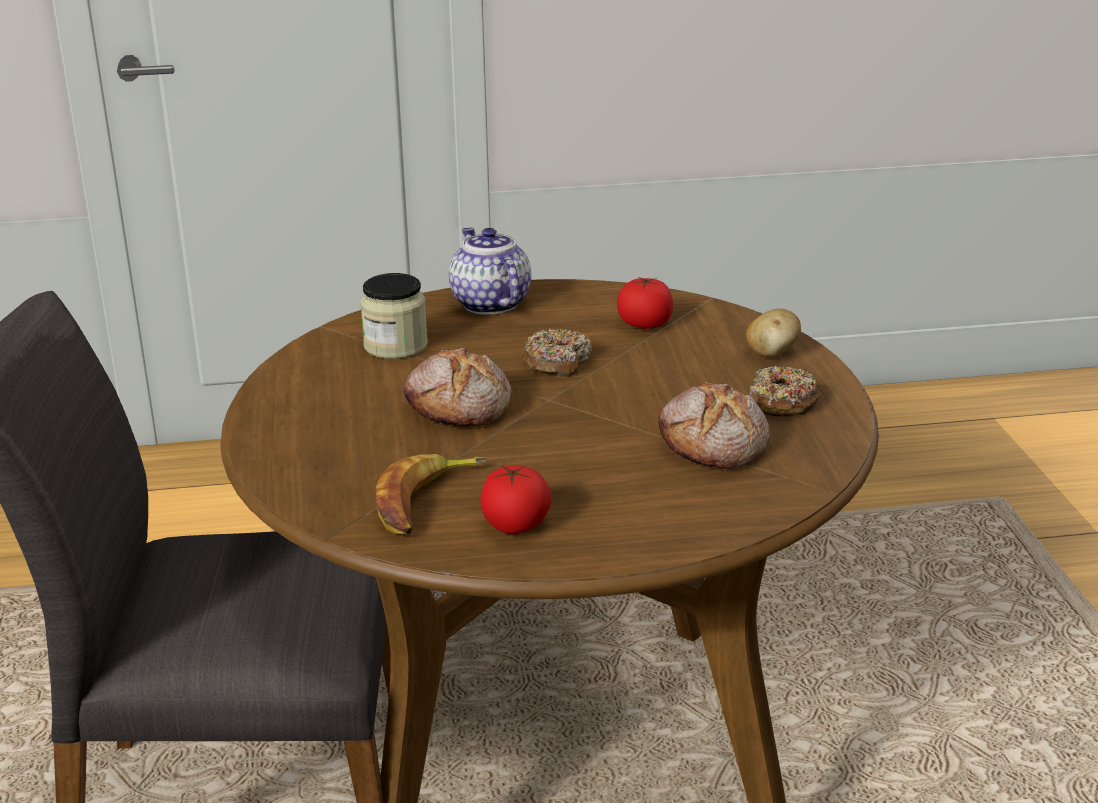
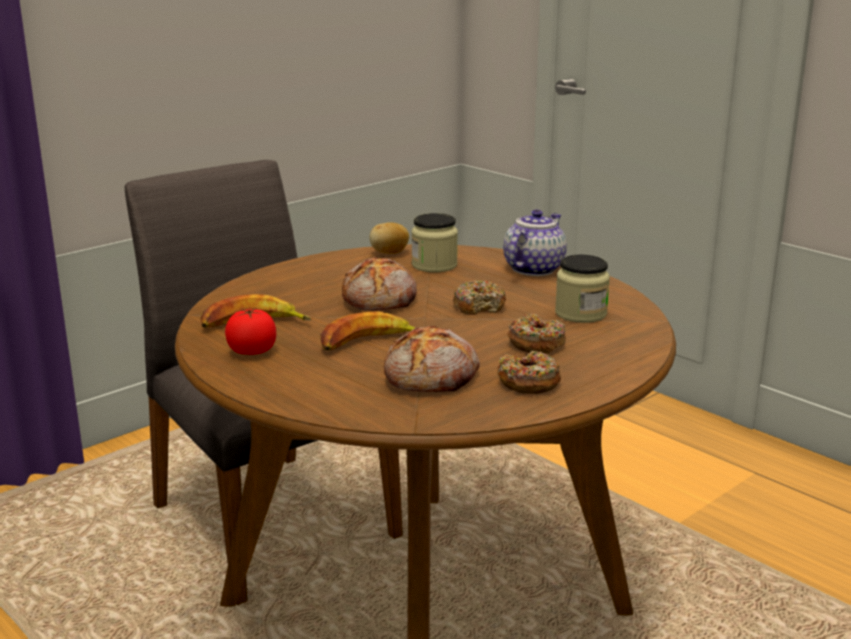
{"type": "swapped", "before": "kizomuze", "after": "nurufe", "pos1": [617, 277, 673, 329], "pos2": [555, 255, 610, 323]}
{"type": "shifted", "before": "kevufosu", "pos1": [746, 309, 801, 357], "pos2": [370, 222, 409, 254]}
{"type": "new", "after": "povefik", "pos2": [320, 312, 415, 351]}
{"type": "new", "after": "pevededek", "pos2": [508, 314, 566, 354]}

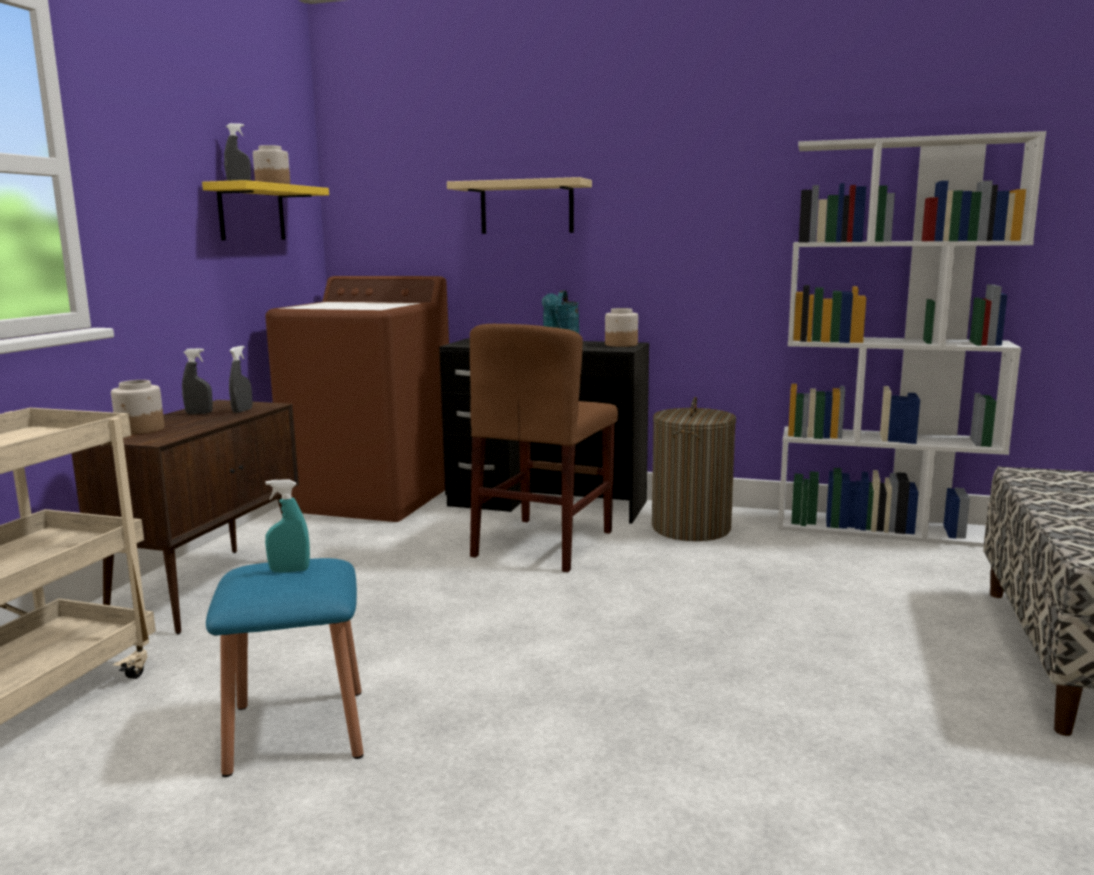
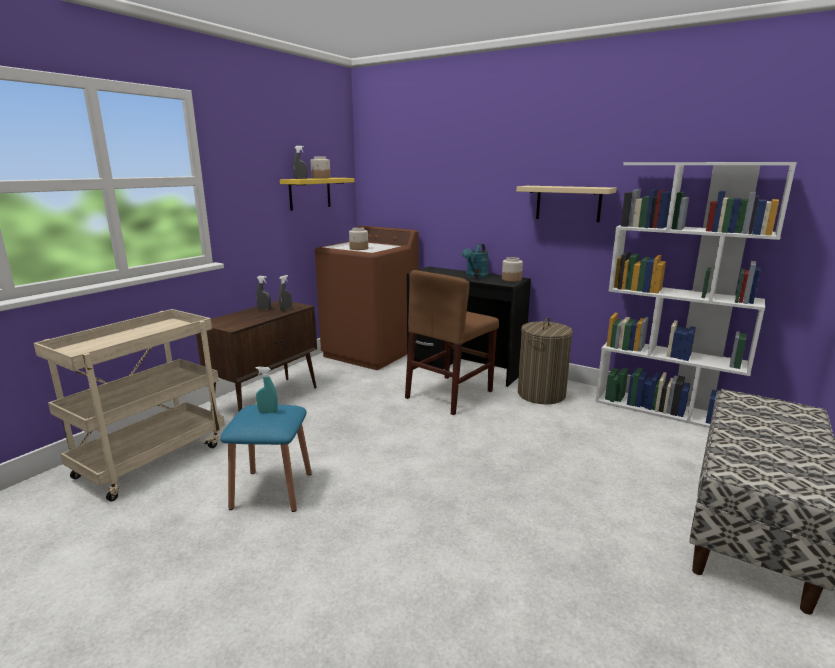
{"type": "shifted", "before": "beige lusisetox", "pos1": [447, 177, 592, 234], "pos2": [516, 186, 617, 222]}
{"type": "shifted", "before": "nurufe", "pos1": [111, 380, 164, 435], "pos2": [349, 227, 368, 250]}

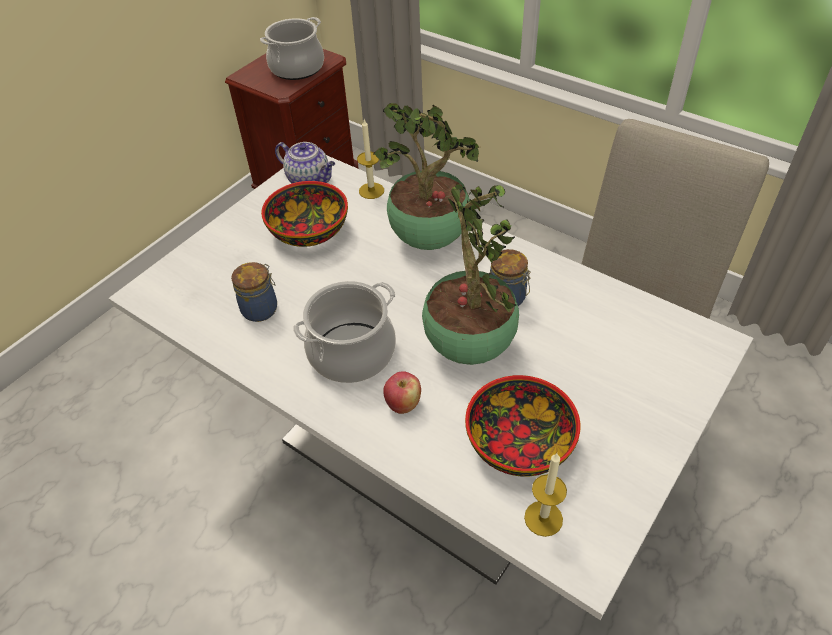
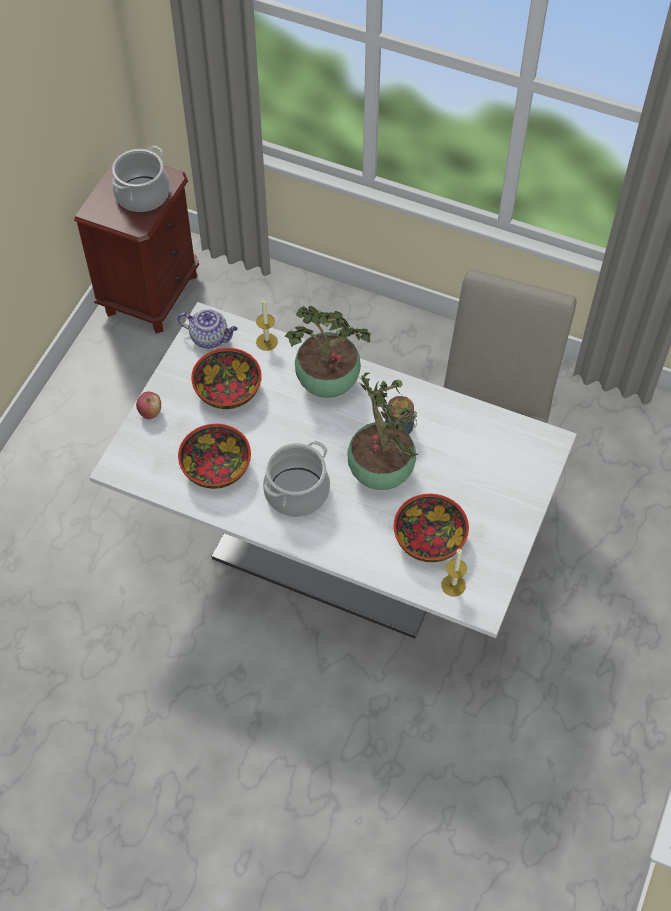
{"type": "swapped", "before": "nurufe", "after": "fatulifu", "pos1": [231, 262, 277, 322], "pos2": [178, 424, 251, 489]}
{"type": "shifted", "before": "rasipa", "pos1": [383, 371, 421, 414], "pos2": [136, 392, 161, 419]}

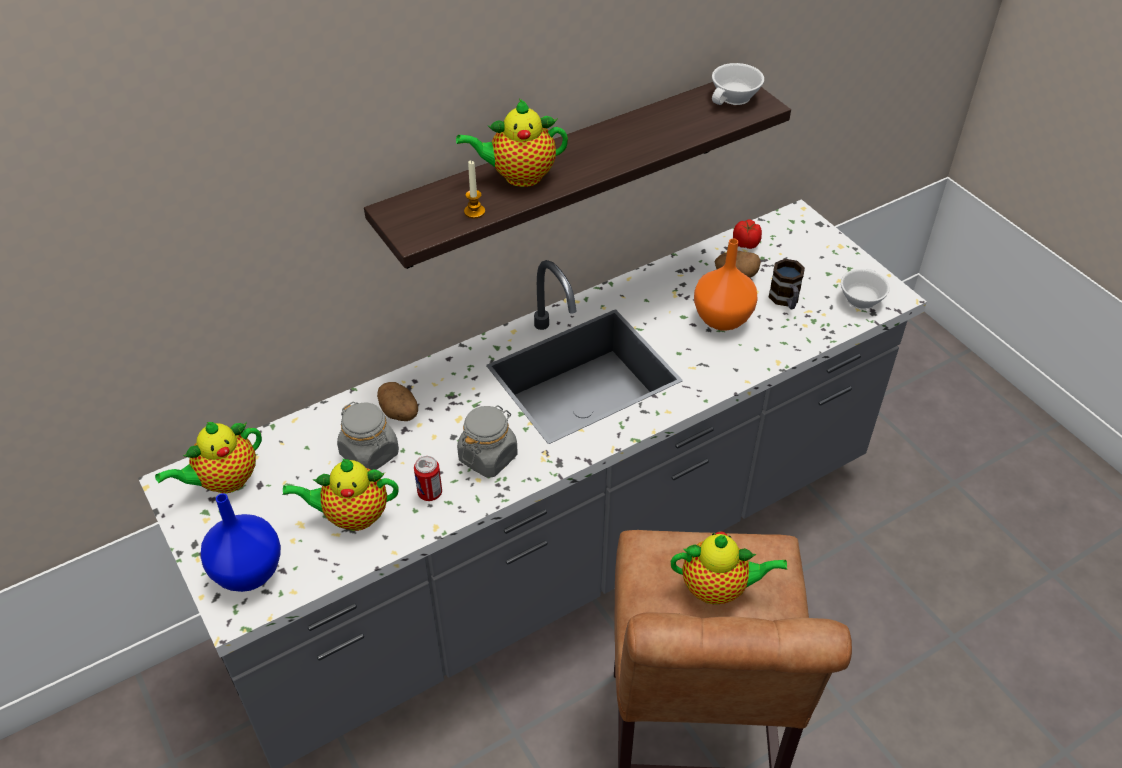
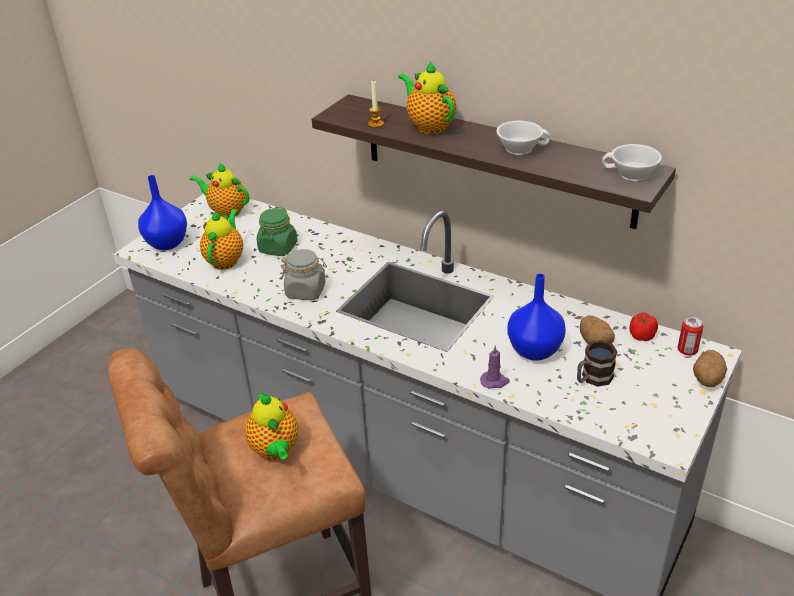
{"type": "repainted", "before": "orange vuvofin", "after": "blue vuvofin", "pos1": [694, 238, 758, 331], "pos2": [507, 274, 566, 361]}
{"type": "shifted", "before": "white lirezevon", "pos1": [841, 269, 890, 310], "pos2": [496, 121, 550, 155]}
{"type": "shifted", "before": "kevufosu", "pos1": [377, 382, 418, 421], "pos2": [693, 350, 727, 387]}
{"type": "repainted", "before": "grey nurufe", "after": "green nurufe", "pos1": [337, 402, 399, 470], "pos2": [257, 207, 298, 256]}
{"type": "shifted", "before": "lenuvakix", "pos1": [414, 456, 442, 501], "pos2": [677, 317, 703, 356]}
{"type": "rotated", "before": "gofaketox", "pos1": [283, 459, 398, 531], "pos2": [200, 209, 243, 270], "turn": 45}
{"type": "new", "after": "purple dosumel", "pos2": [480, 345, 510, 389]}

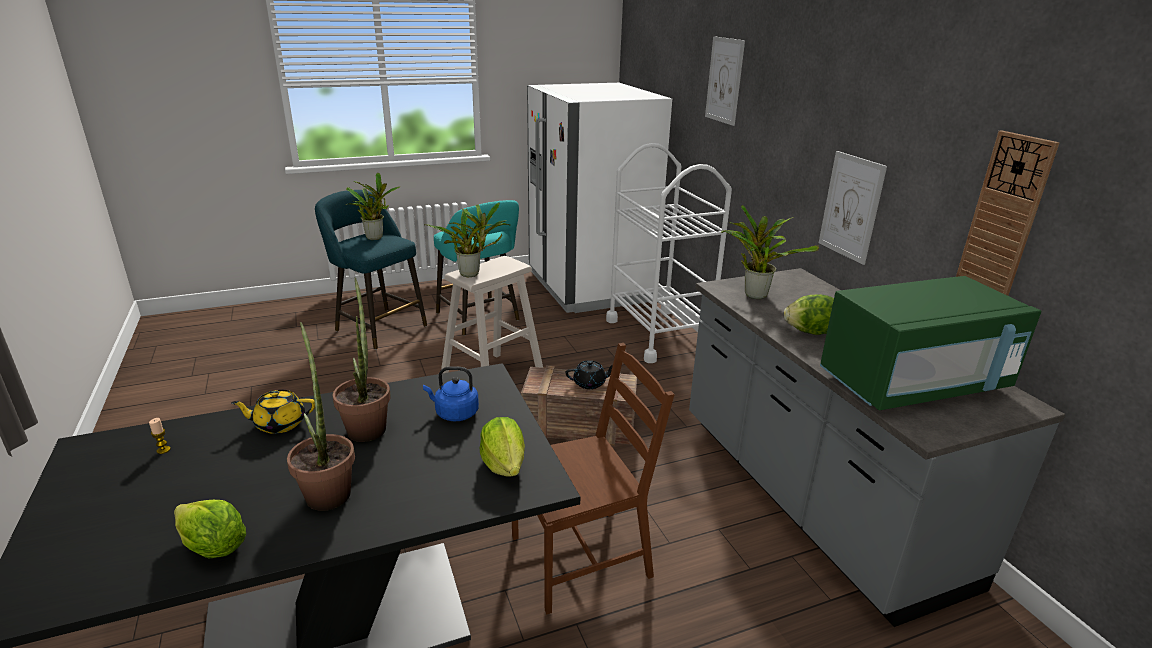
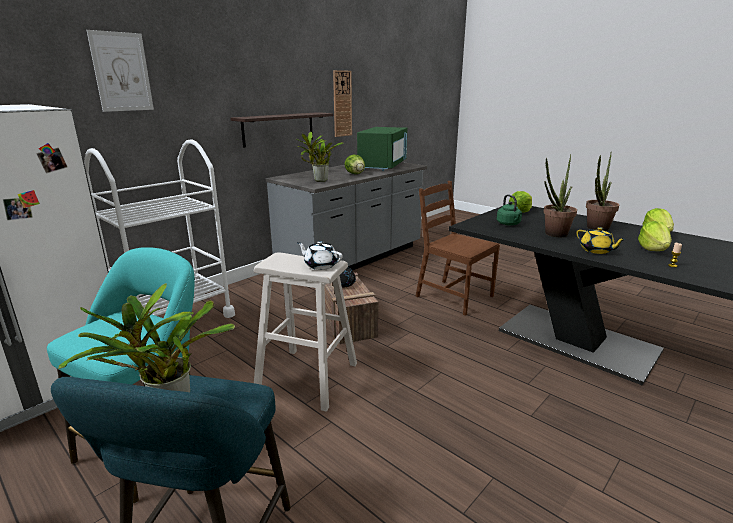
{"type": "swapped", "before": "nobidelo", "after": "lusisetox", "pos1": [819, 151, 887, 265], "pos2": [231, 112, 333, 148]}
{"type": "swapped", "before": "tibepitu", "after": "white gofaketox", "pos1": [428, 203, 510, 277], "pos2": [297, 241, 343, 270]}
{"type": "rotated", "before": "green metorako", "pos1": [820, 276, 1042, 411], "pos2": [357, 127, 407, 171], "turn": 60}
{"type": "repainted", "before": "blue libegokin", "after": "green libegokin", "pos1": [423, 366, 479, 421], "pos2": [497, 194, 522, 225]}
{"type": "new", "after": "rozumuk", "pos2": [638, 221, 672, 251]}

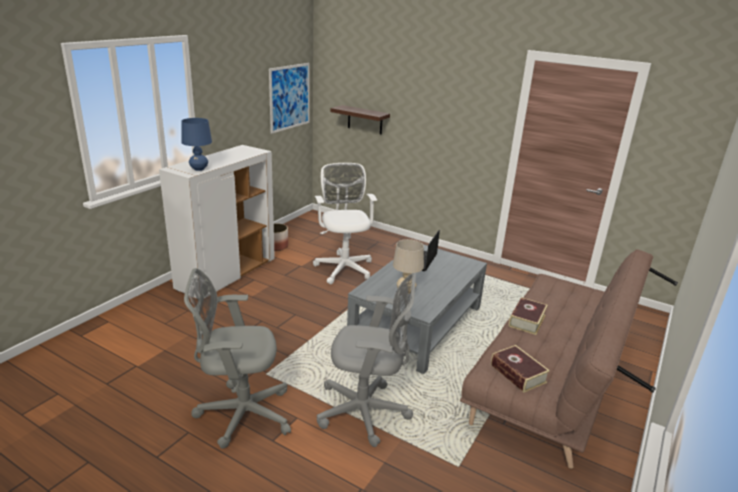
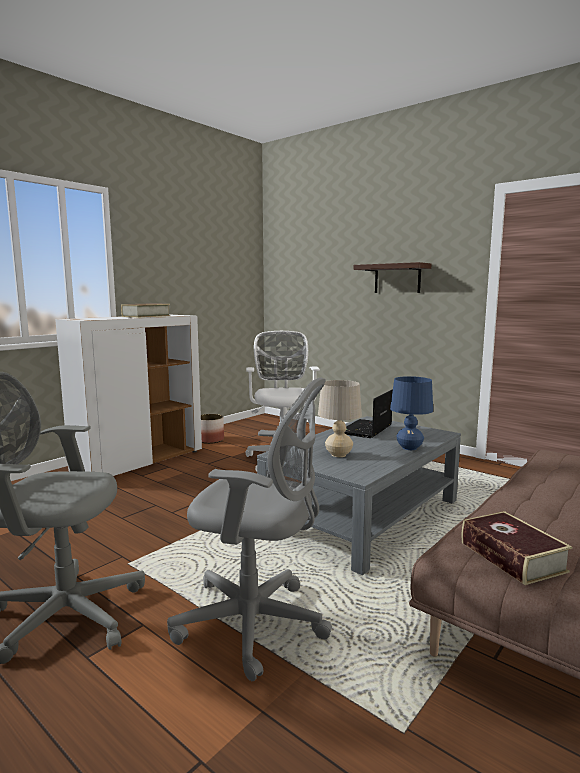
{"type": "gone", "before": "nobidelo", "pos1": [269, 63, 310, 134]}
{"type": "shifted", "before": "lusisetox", "pos1": [330, 105, 390, 134], "pos2": [354, 262, 432, 293]}
{"type": "shifted", "before": "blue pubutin", "pos1": [181, 118, 212, 171], "pos2": [390, 376, 433, 450]}
{"type": "shifted", "before": "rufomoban", "pos1": [509, 297, 548, 335], "pos2": [121, 303, 170, 318]}

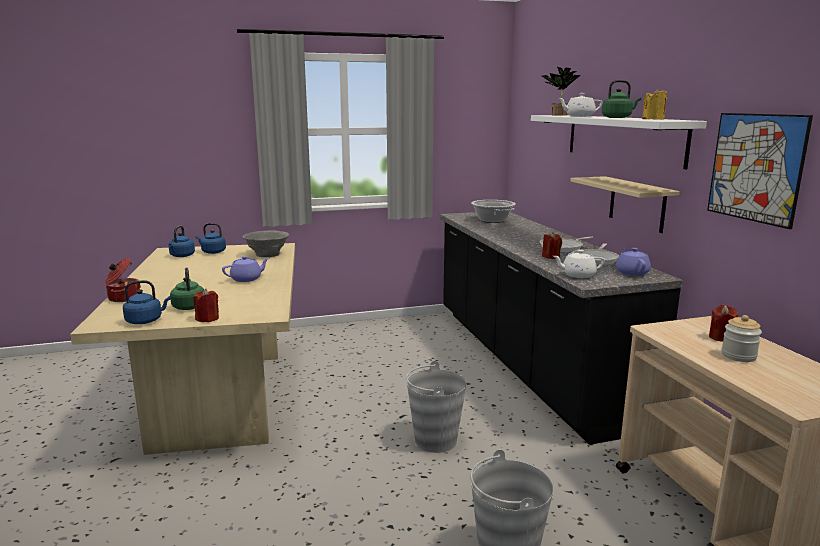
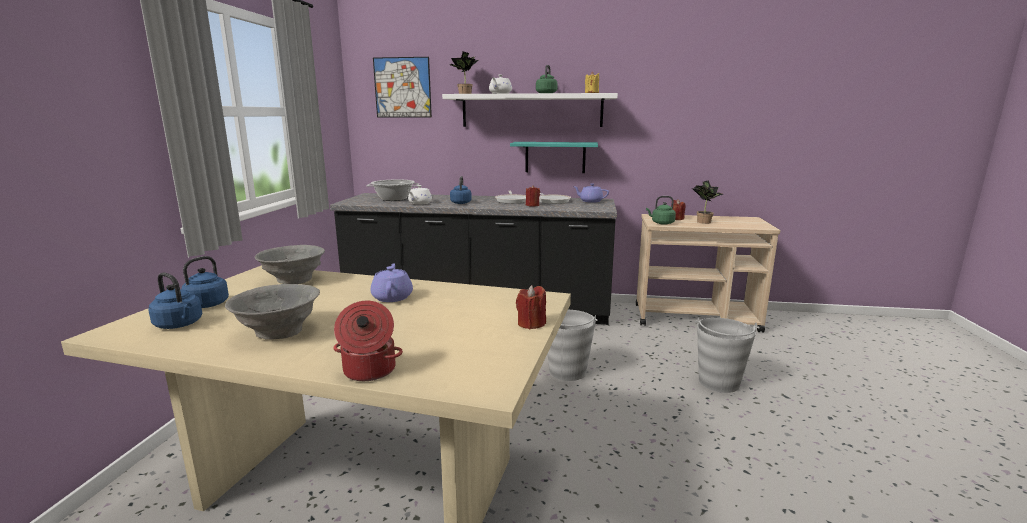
{"type": "shifted", "before": "nobidelo", "pos1": [707, 113, 813, 229], "pos2": [373, 57, 432, 118]}
{"type": "repainted", "before": "beige lusisetox", "after": "turquoise lusisetox", "pos1": [570, 176, 680, 233], "pos2": [510, 142, 598, 173]}
{"type": "shifted", "before": "white gofaketox", "pos1": [553, 250, 605, 278], "pos2": [408, 185, 432, 205]}
{"type": "shifted", "before": "green libegokin", "pos1": [170, 268, 204, 310], "pos2": [646, 196, 676, 225]}
{"type": "shifted", "before": "blue libegokin", "pos1": [123, 280, 171, 324], "pos2": [450, 176, 472, 204]}
{"type": "swapped", "before": "nurufe", "after": "tibepitu", "pos1": [721, 315, 762, 362], "pos2": [692, 180, 723, 224]}
{"type": "new", "after": "grey fatulifu", "pos2": [225, 284, 320, 340]}

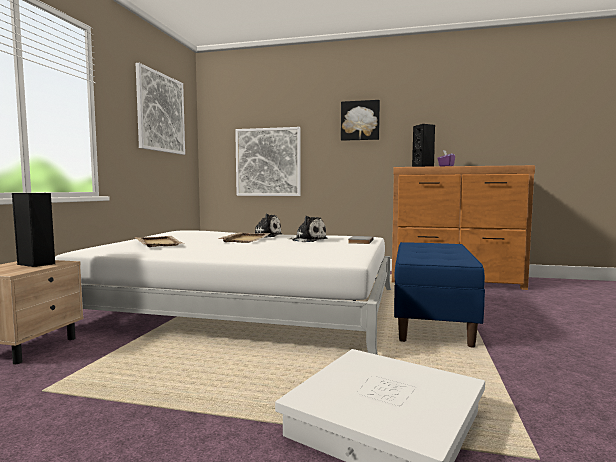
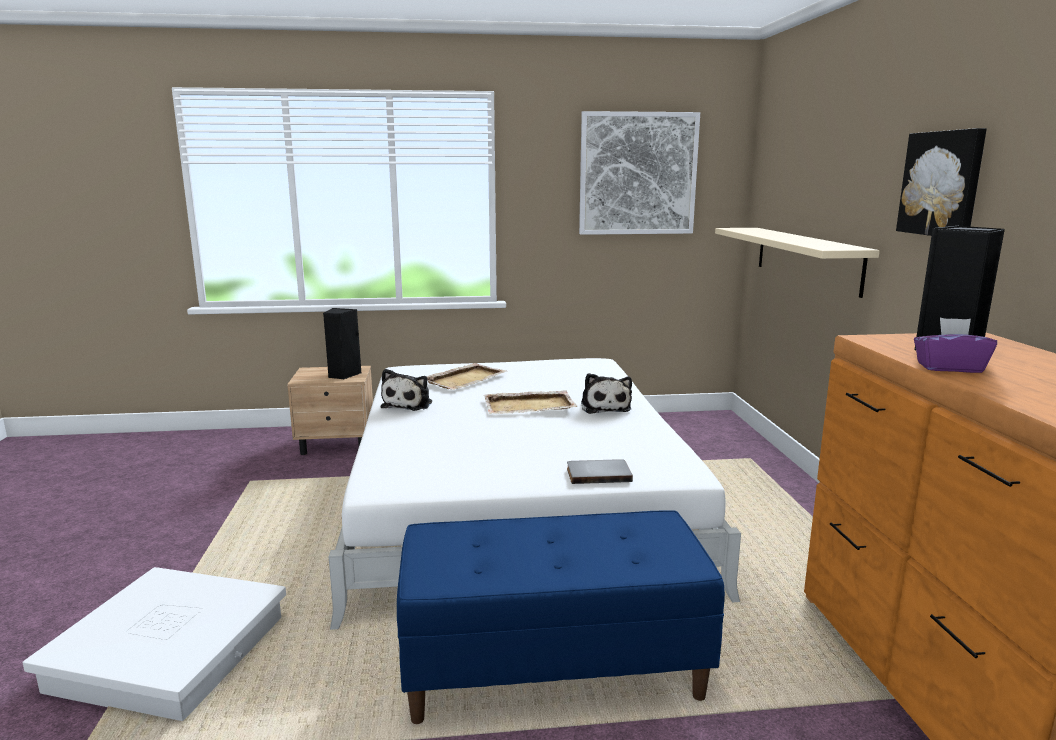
{"type": "swapped", "before": "nobidelo", "after": "beige lusisetox", "pos1": [235, 127, 301, 196], "pos2": [715, 228, 880, 298]}
{"type": "shifted", "before": "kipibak", "pos1": [289, 216, 327, 242], "pos2": [381, 369, 432, 411]}

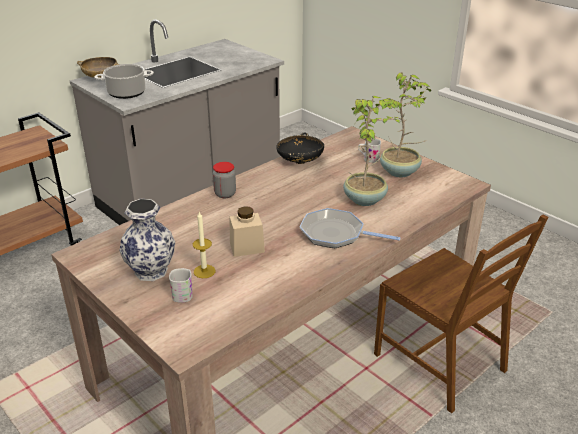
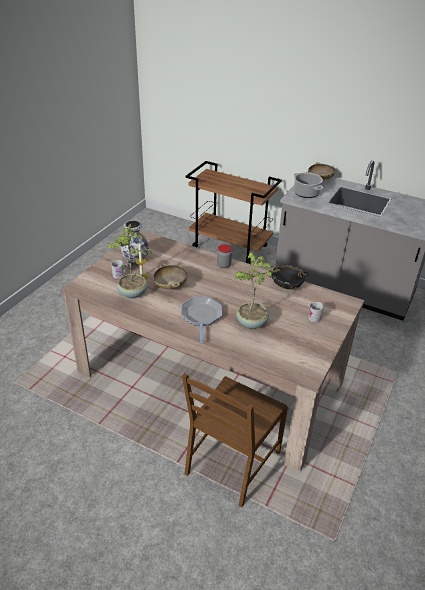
{"type": "shifted", "before": "tibepitu", "pos1": [380, 72, 431, 177], "pos2": [108, 224, 152, 298]}
{"type": "swapped", "before": "beige nurufe", "after": "beige fatulifu", "pos1": [230, 206, 265, 257], "pos2": [153, 264, 188, 289]}

